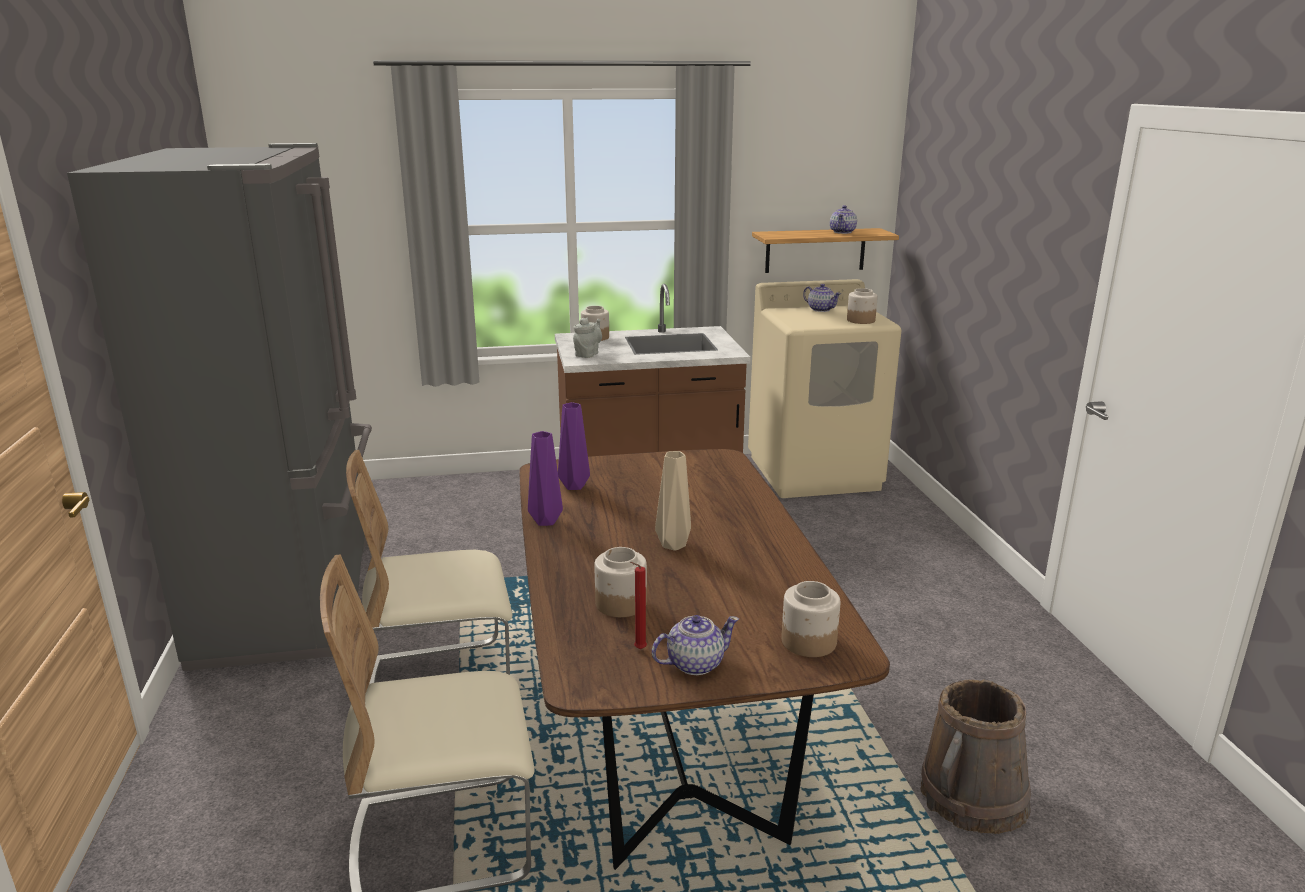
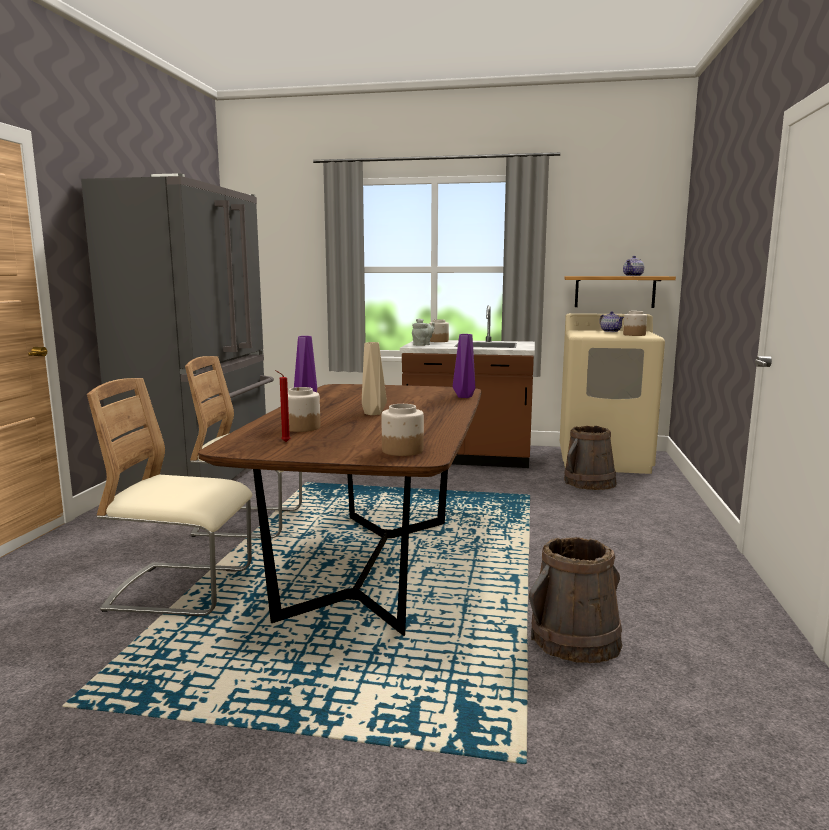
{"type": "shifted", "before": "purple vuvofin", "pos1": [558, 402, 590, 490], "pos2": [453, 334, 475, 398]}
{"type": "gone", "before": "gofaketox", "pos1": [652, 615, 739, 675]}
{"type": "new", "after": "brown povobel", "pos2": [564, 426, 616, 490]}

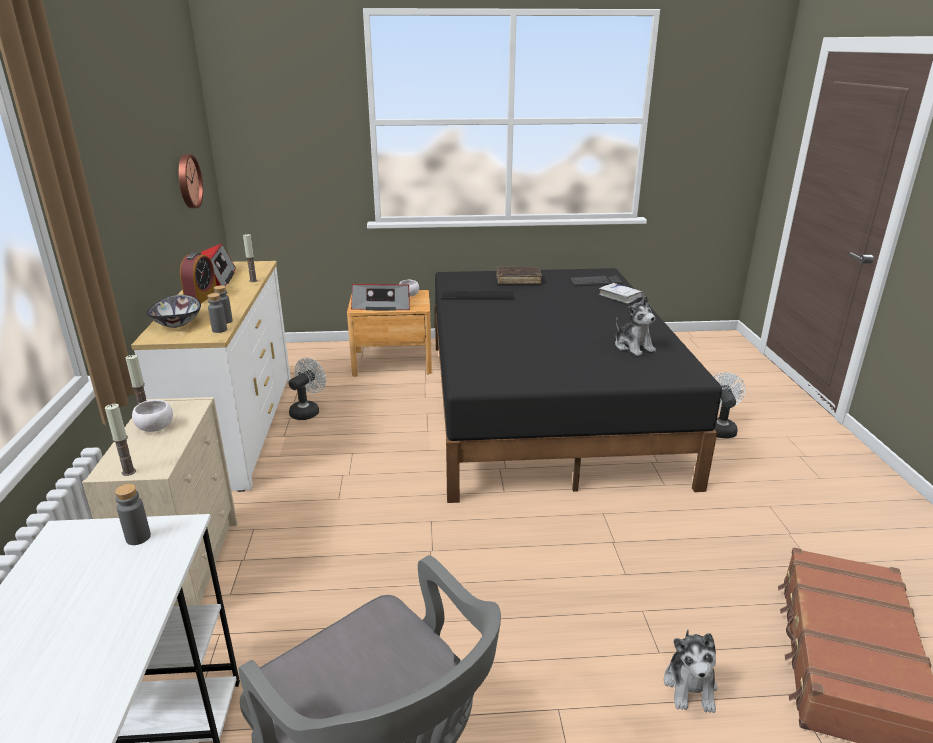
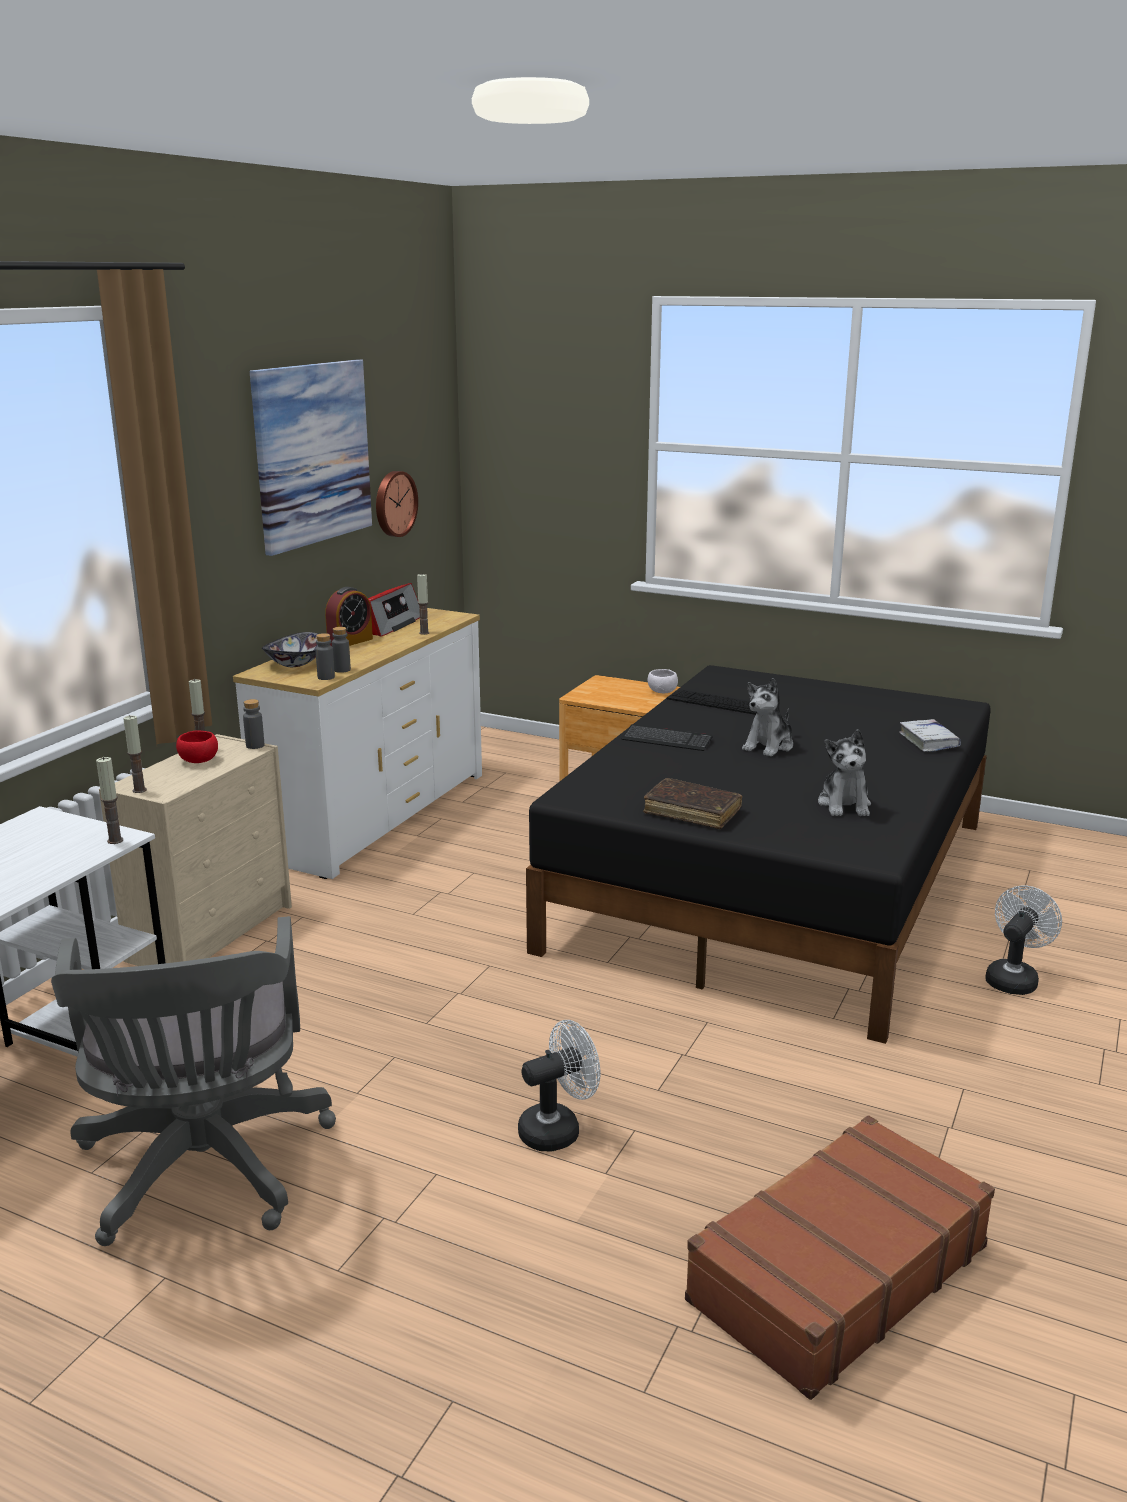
{"type": "shifted", "before": "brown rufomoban", "pos1": [496, 267, 542, 284], "pos2": [643, 778, 742, 829]}
{"type": "shifted", "before": "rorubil", "pos1": [569, 275, 623, 287], "pos2": [622, 724, 713, 751]}
{"type": "gone", "before": "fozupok", "pos1": [351, 284, 410, 311]}
{"type": "shifted", "before": "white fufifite", "pos1": [289, 357, 326, 420], "pos2": [518, 1020, 601, 1152]}
{"type": "repainted", "before": "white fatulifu", "after": "red fatulifu", "pos1": [132, 400, 173, 432], "pos2": [176, 730, 218, 763]}
{"type": "shifted", "before": "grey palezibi", "pos1": [115, 484, 151, 545], "pos2": [243, 699, 264, 749]}
{"type": "shifted", "before": "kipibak", "pos1": [664, 630, 717, 713], "pos2": [742, 678, 793, 757]}
{"type": "new", "after": "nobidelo", "pos2": [250, 359, 372, 556]}
{"type": "new", "after": "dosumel", "pos2": [96, 757, 123, 844]}

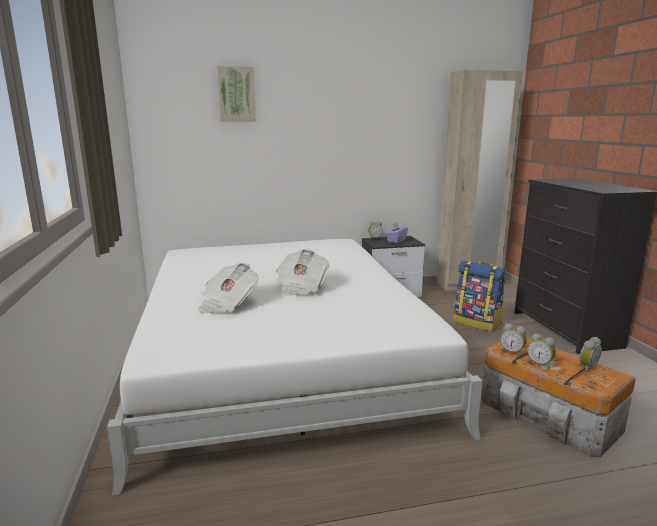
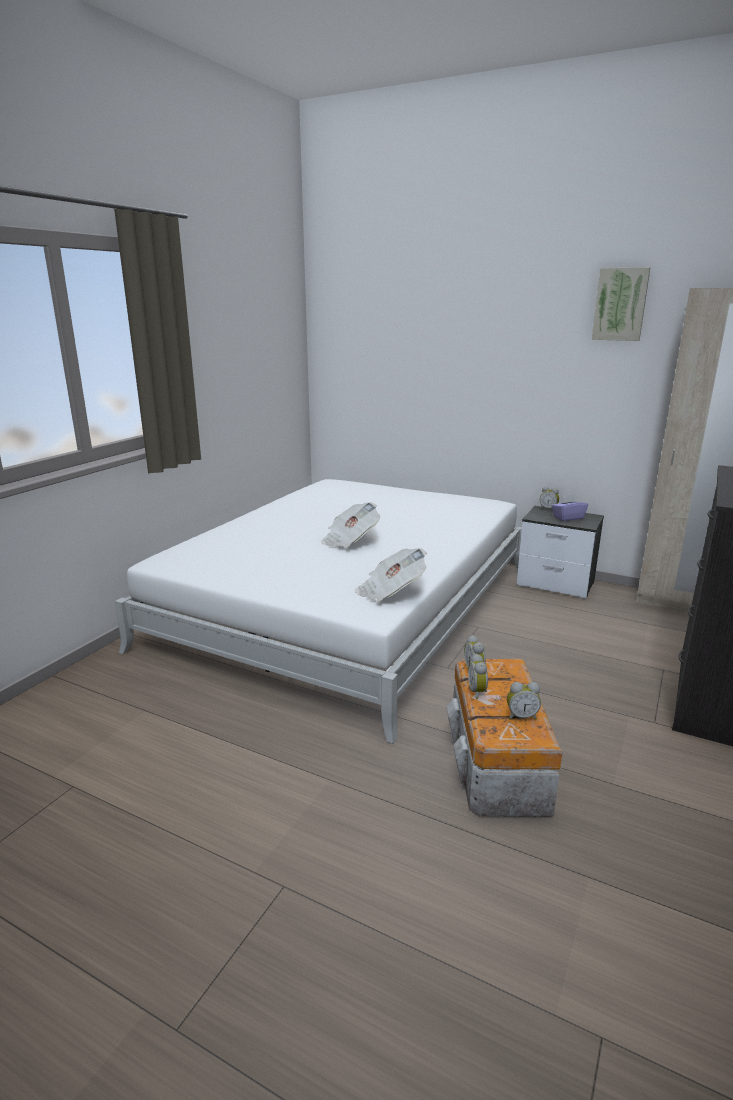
{"type": "shifted", "before": "nobidelo", "pos1": [217, 66, 256, 121], "pos2": [592, 267, 650, 341]}
{"type": "gone", "before": "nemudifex", "pos1": [453, 261, 506, 332]}
{"type": "shifted", "before": "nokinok", "pos1": [198, 263, 259, 313], "pos2": [355, 548, 427, 602]}

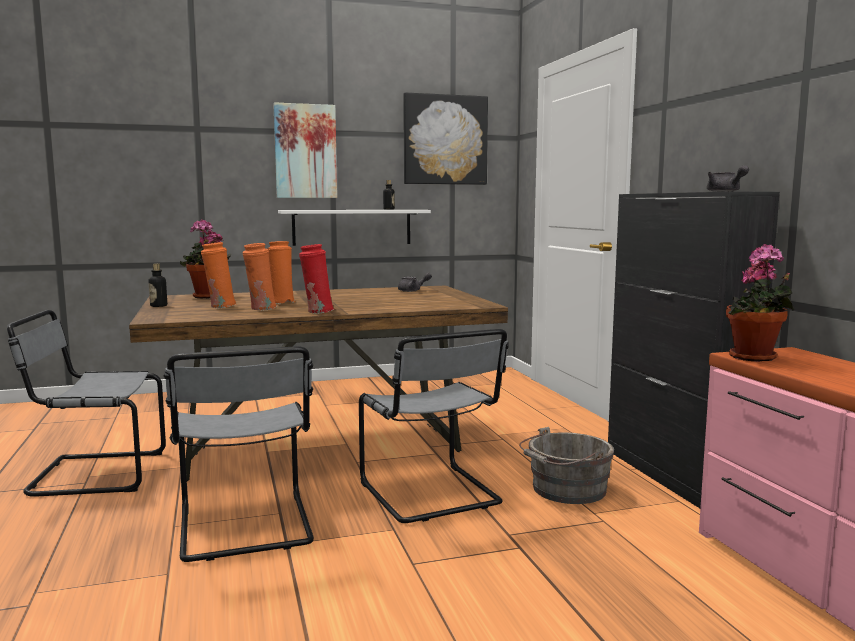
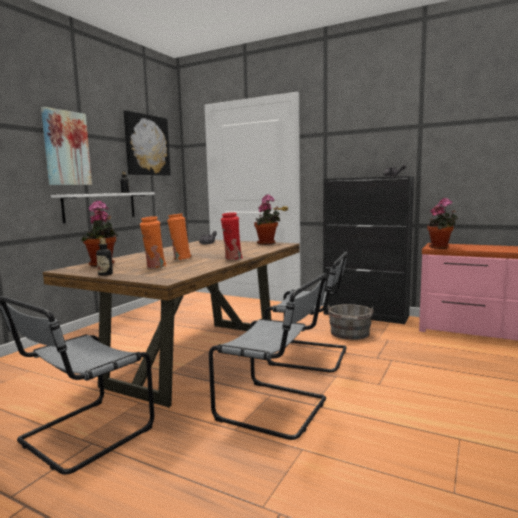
{"type": "gone", "before": "orange vuvofin", "pos1": [243, 243, 278, 310]}
{"type": "new", "after": "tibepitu", "pos2": [254, 194, 280, 245]}

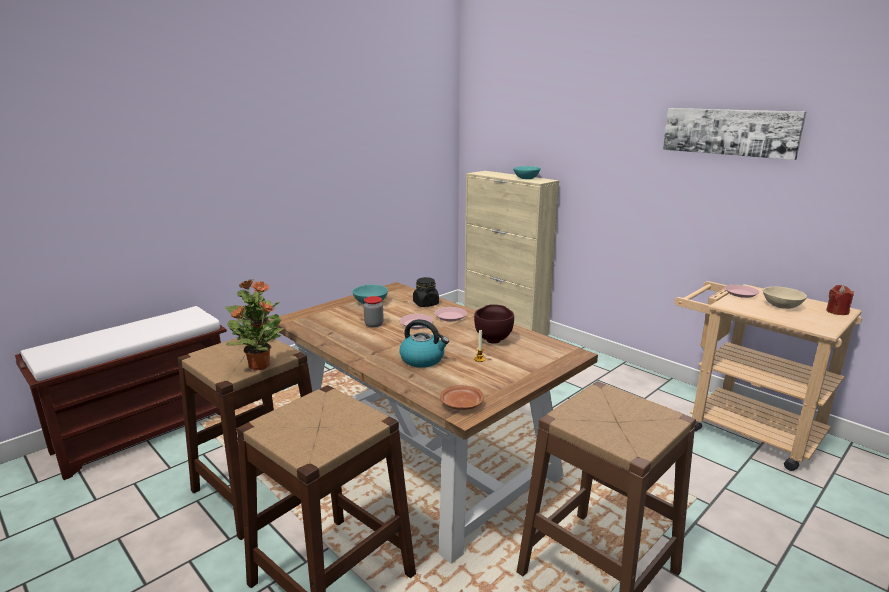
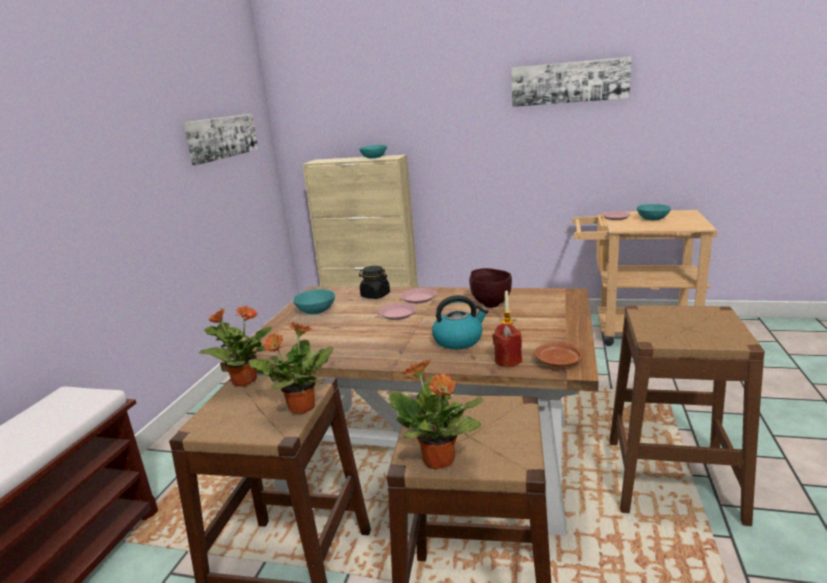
{"type": "shifted", "before": "red dosumel", "pos1": [826, 285, 854, 315], "pos2": [492, 324, 522, 367]}
{"type": "repainted", "before": "beige fatulifu", "after": "turquoise fatulifu", "pos1": [763, 287, 807, 309], "pos2": [637, 204, 671, 220]}
{"type": "gone", "before": "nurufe", "pos1": [364, 296, 384, 328]}
{"type": "new", "after": "nobidelo", "pos2": [183, 114, 259, 165]}
{"type": "new", "after": "tibepitu", "pos2": [389, 360, 483, 470]}

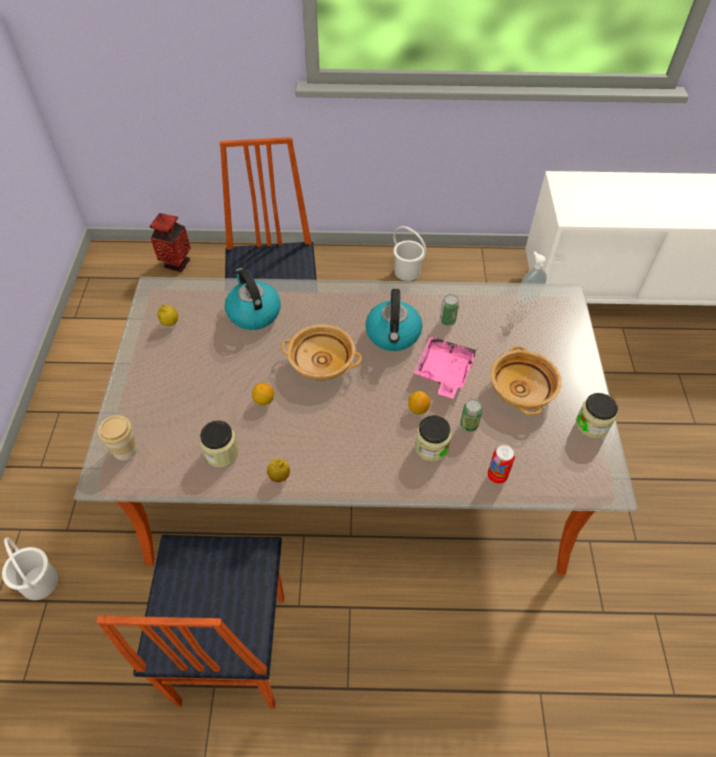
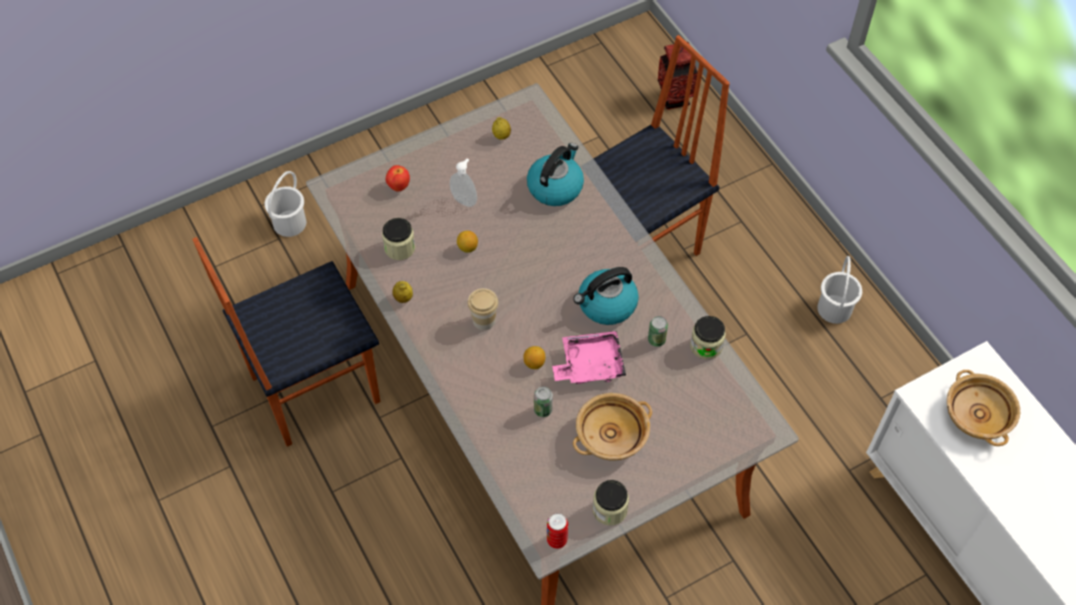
{"type": "shifted", "before": "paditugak", "pos1": [518, 251, 547, 302], "pos2": [450, 159, 477, 207]}
{"type": "shifted", "before": "beige fatulifu", "pos1": [281, 324, 362, 380], "pos2": [947, 370, 1020, 446]}
{"type": "shifted", "before": "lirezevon", "pos1": [98, 415, 137, 460], "pos2": [468, 288, 498, 330]}
{"type": "shifted", "before": "nurufe", "pos1": [415, 415, 452, 462], "pos2": [690, 316, 726, 359]}
{"type": "shifted", "before": "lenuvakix", "pos1": [487, 445, 515, 484], "pos2": [547, 513, 568, 549]}
{"type": "new", "after": "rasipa", "pos2": [386, 165, 410, 192]}

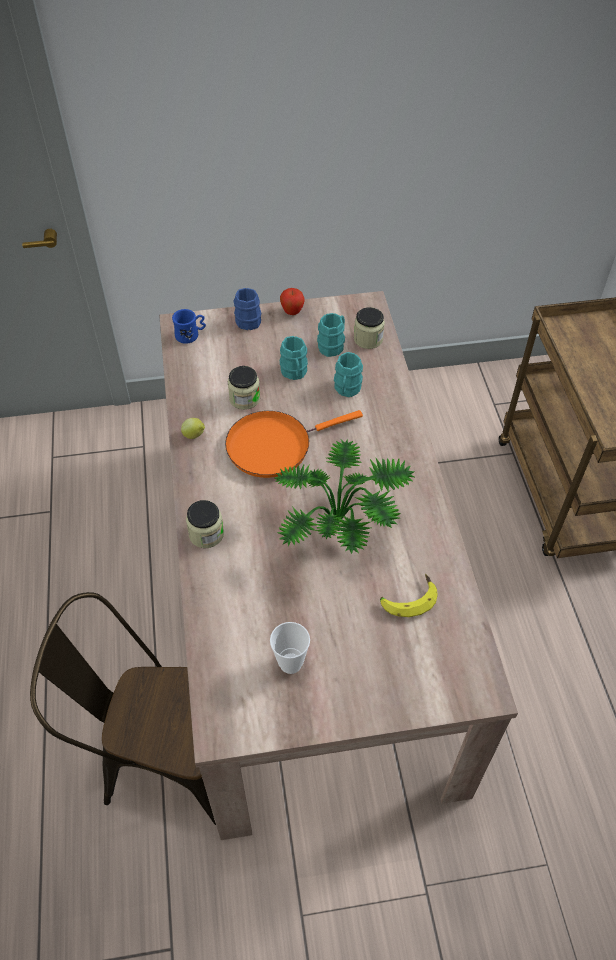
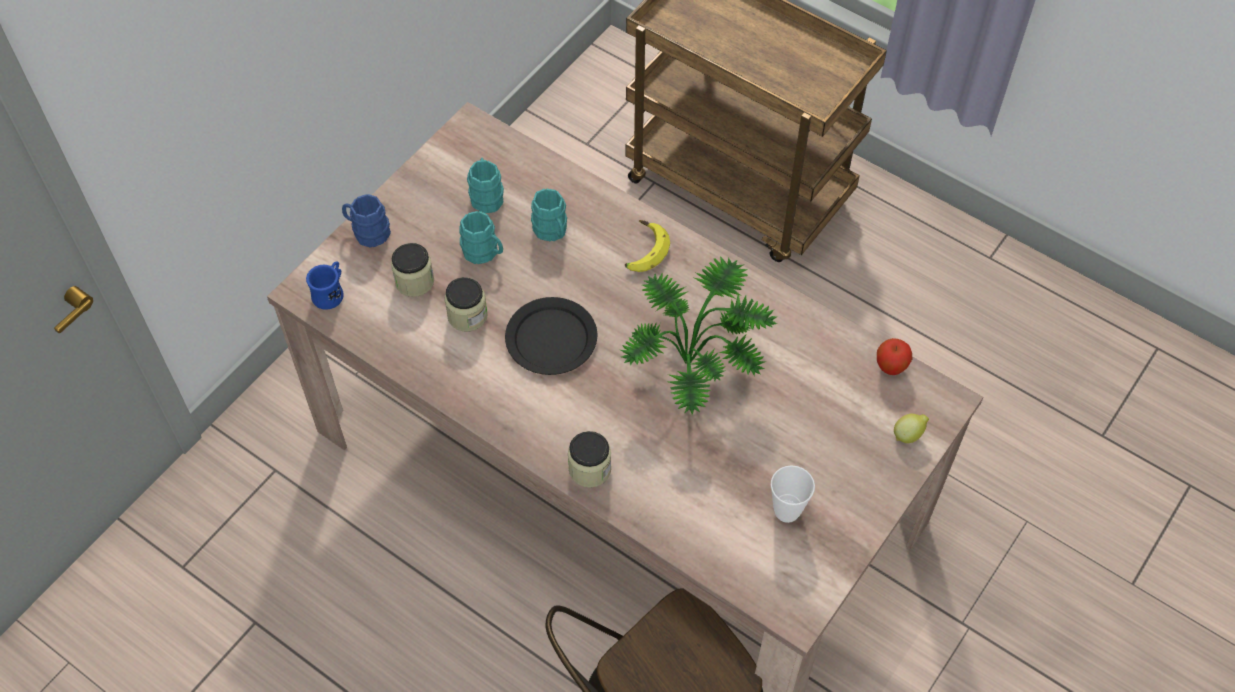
{"type": "shifted", "before": "rasipa", "pos1": [280, 288, 305, 315], "pos2": [877, 338, 912, 375]}
{"type": "shifted", "before": "nurufe", "pos1": [354, 307, 385, 349], "pos2": [391, 243, 434, 297]}
{"type": "swapped", "before": "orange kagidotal", "after": "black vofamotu", "pos1": [225, 410, 363, 478], "pos2": [505, 297, 597, 375]}
{"type": "shifted", "before": "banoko", "pos1": [181, 418, 205, 439], "pos2": [894, 414, 929, 443]}
{"type": "shifted", "before": "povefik", "pos1": [380, 574, 438, 617], "pos2": [625, 220, 670, 272]}

